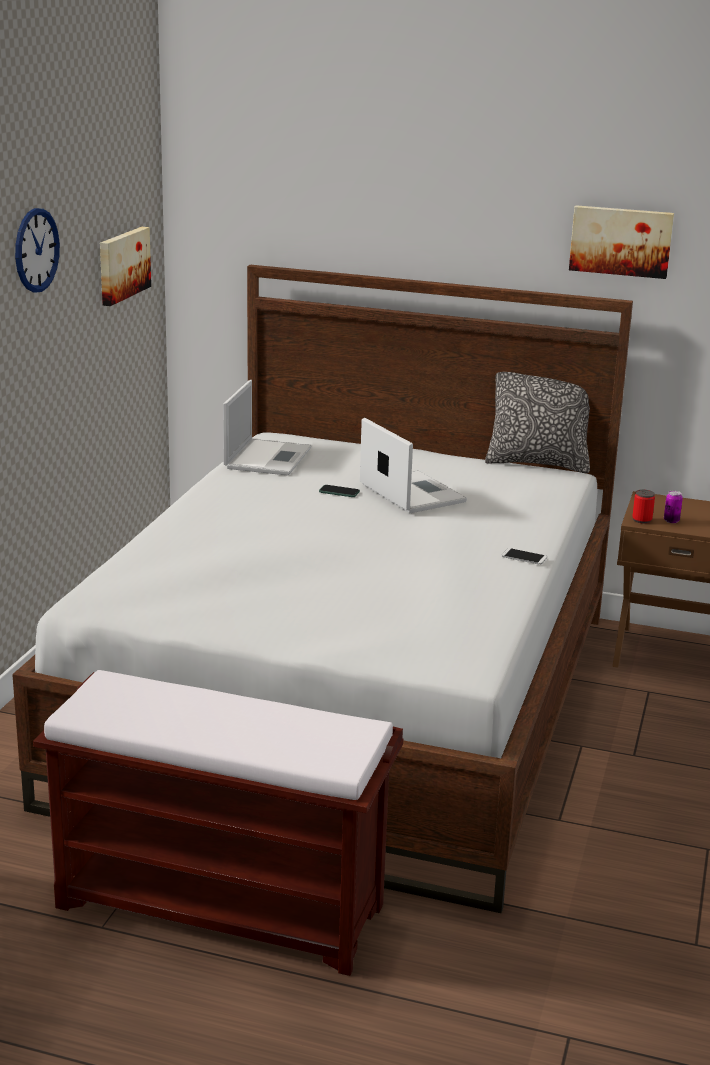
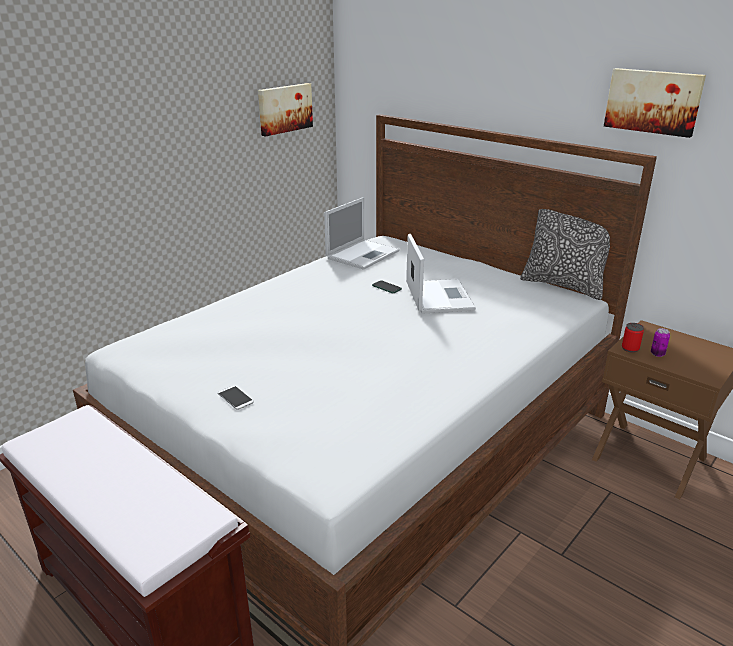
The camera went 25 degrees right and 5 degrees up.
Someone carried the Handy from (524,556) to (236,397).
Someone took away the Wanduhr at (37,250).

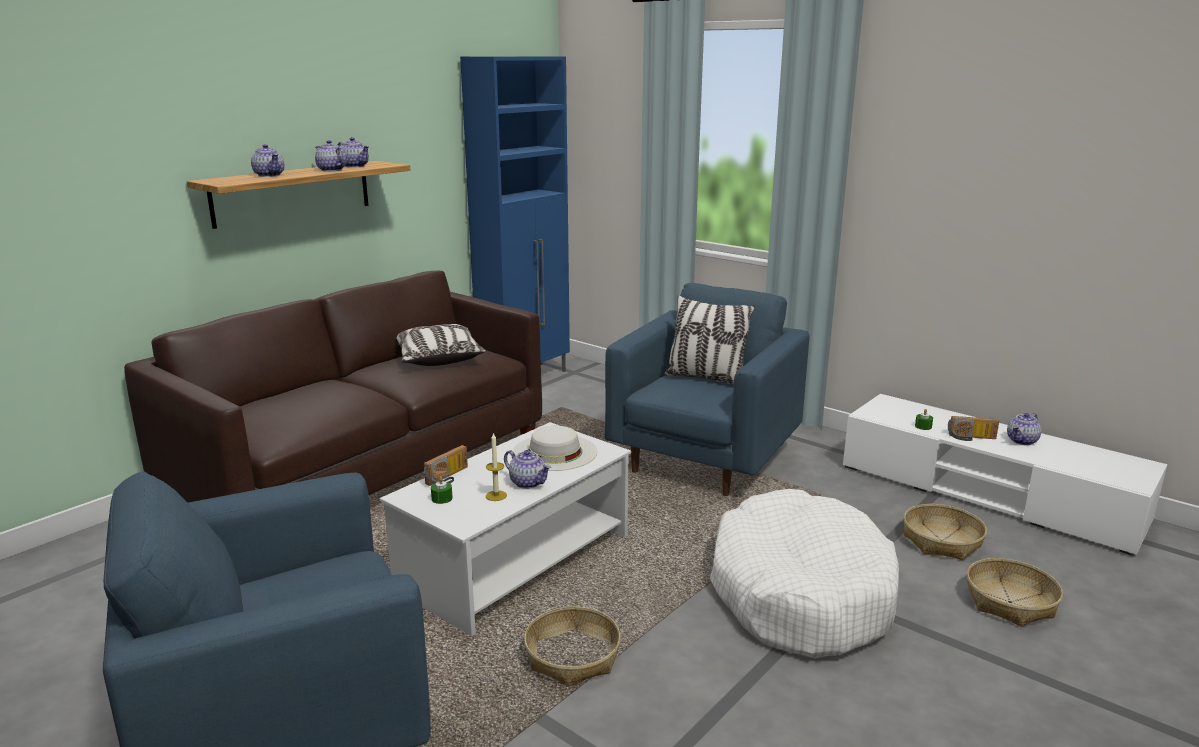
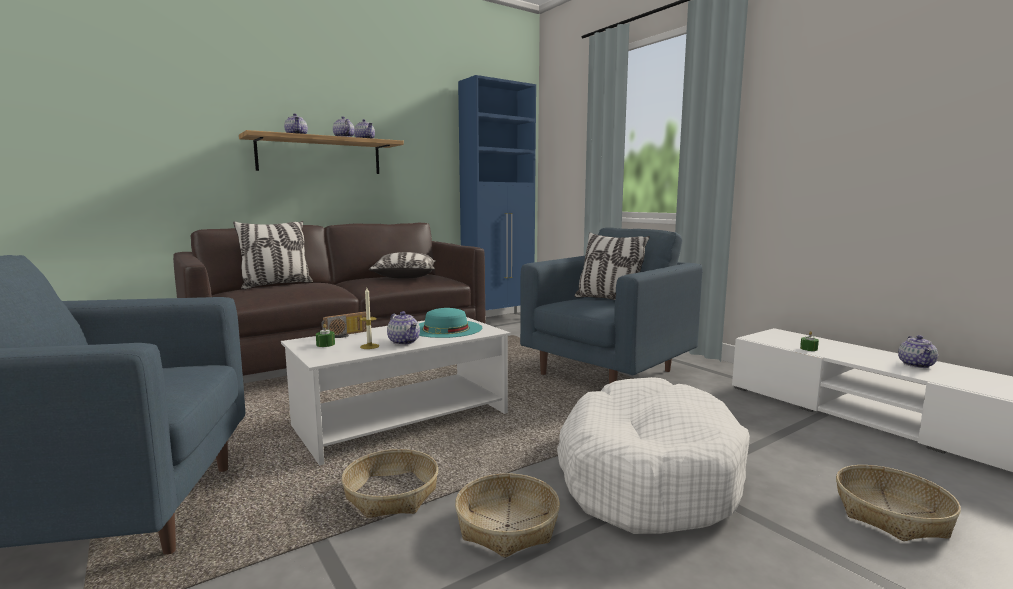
The camera went 15 degrees right and 10 degrees down.
Someone put down the Kissen at (273,255).
Someone repainted the Hut [weiß] at (555,448), which became the Hut [türkis] at (450,323).
Someone carried the Korb from (945,532) to (507,515).
Someone rotated the Teekanne at (1024,429) by 45 degrees counterclockwise.
Someone took away the Radio at (973,428).

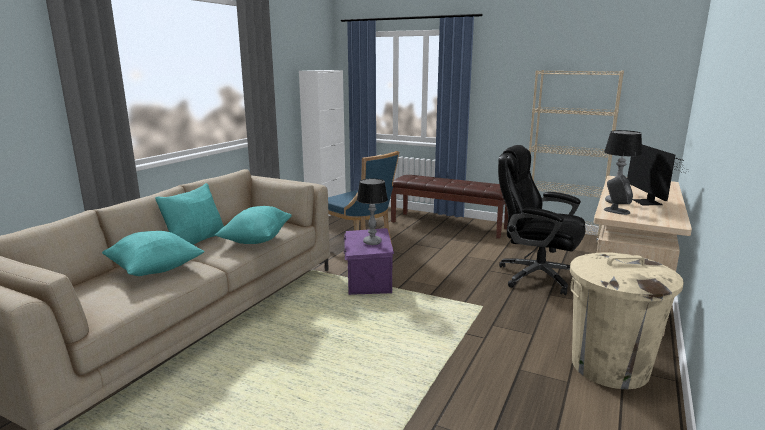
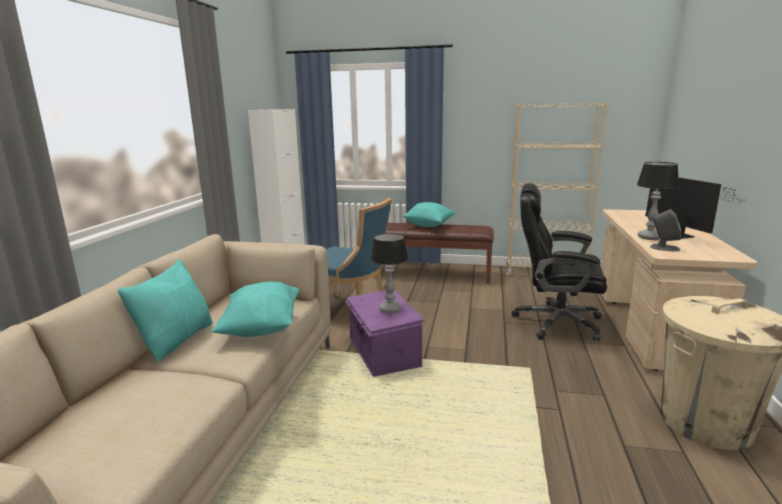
The camera went 15 degrees left and 0 degrees up.
Someone carried the Kissen [türkis] from (153,253) to (429,214).

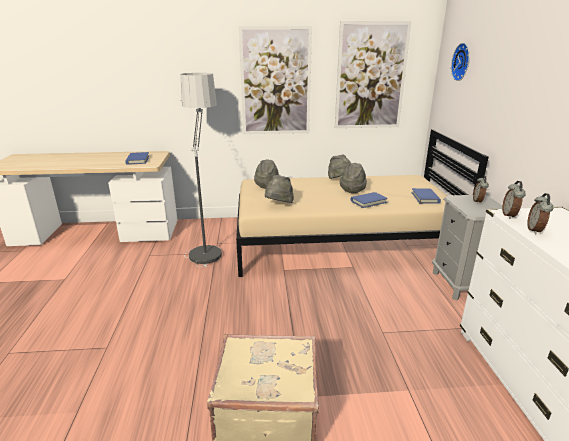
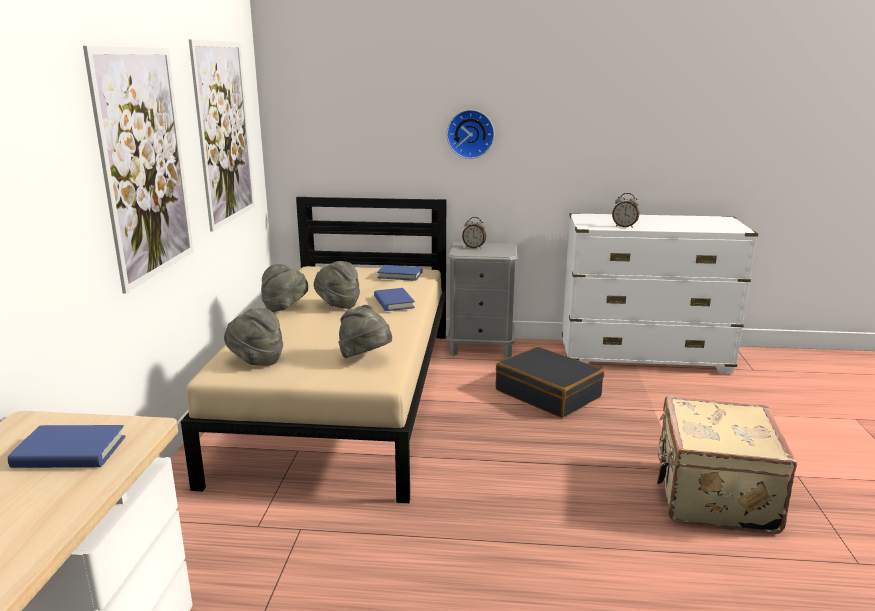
The camera went 80 degrees left and 5 degrees down.
Someone carried the Wanduhr from (460,62) to (470,134).
Someone put down the Koffer [schwarz] at (550,382).
Someone took away the Stehlampe at (201,170).
Someone took away the Wecker at (514,200).

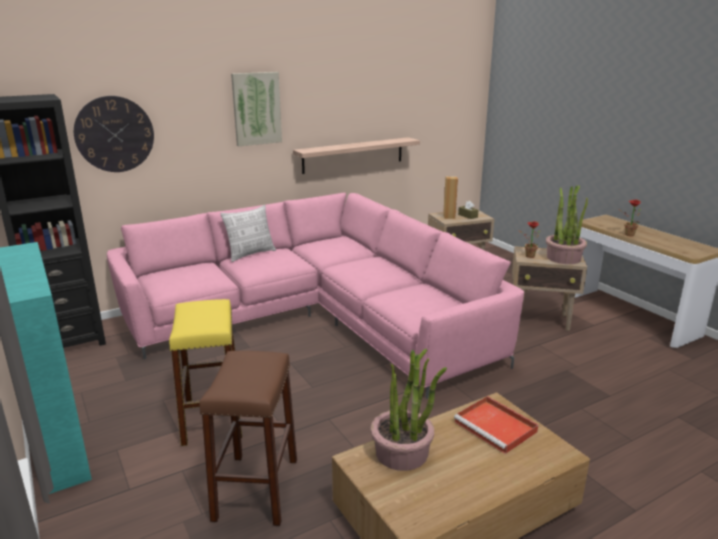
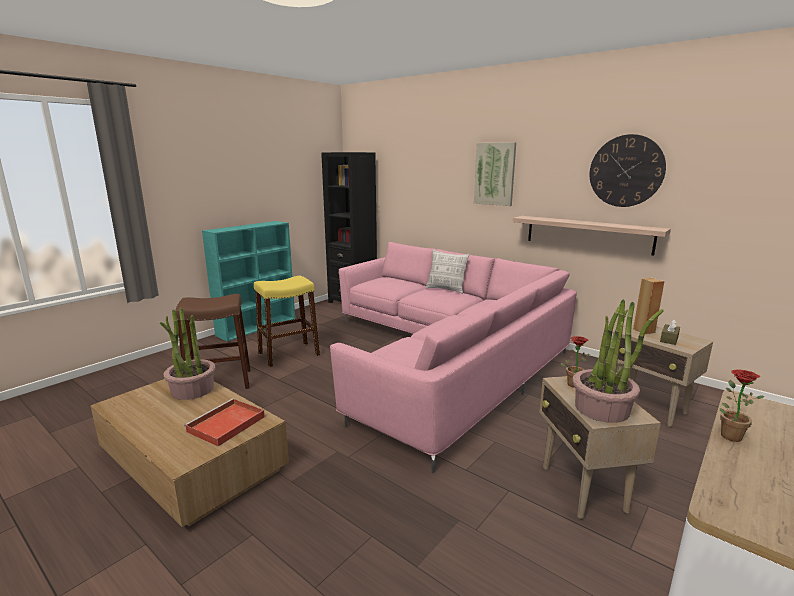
The camera went 70 degrees right and 5 degrees down.
Someone carried the Wanduhr from (114,134) to (628,170).

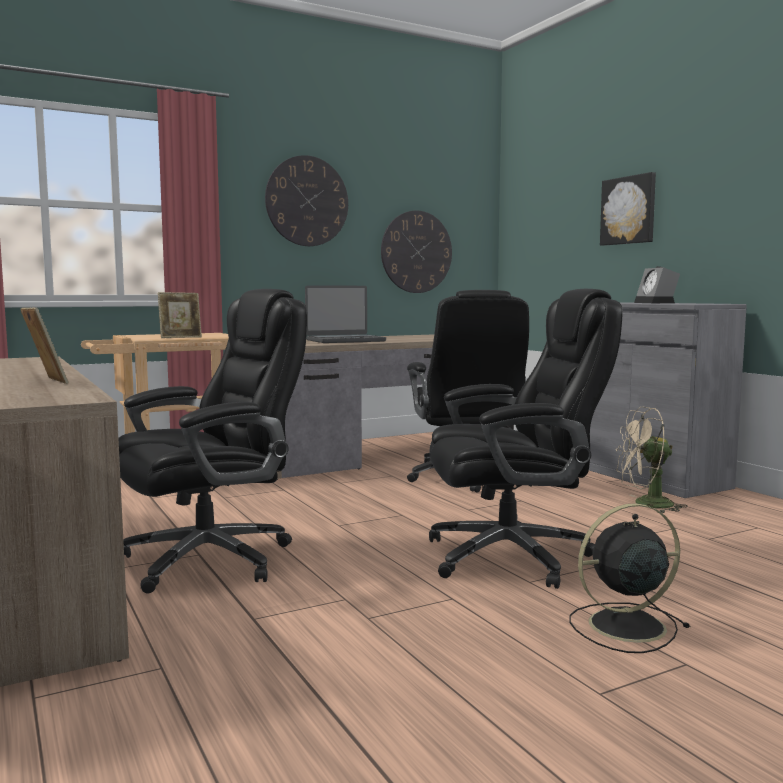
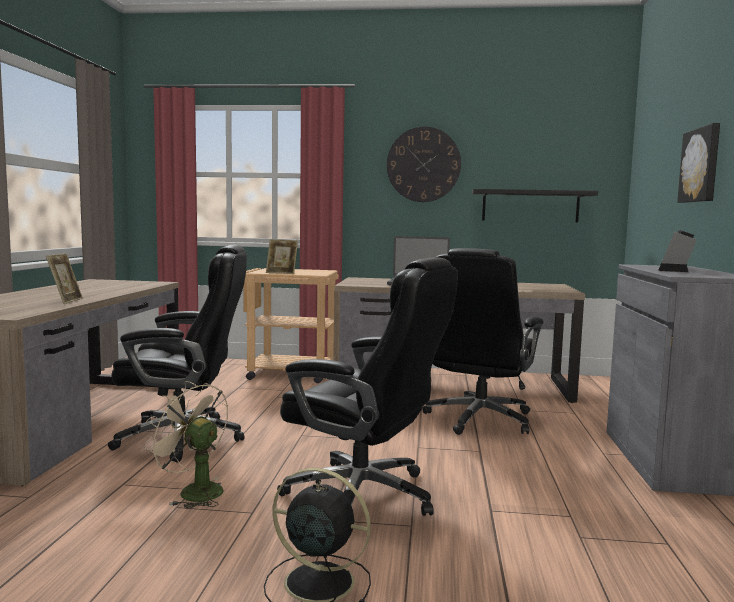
The camera went 35 degrees right and 0 degrees up.
Someone carried the Ventilator [beige] from (651,460) to (186,445).
Someone swapped the Wanduhr at (416,251) for the Wandregal [schwarz] at (535,206).

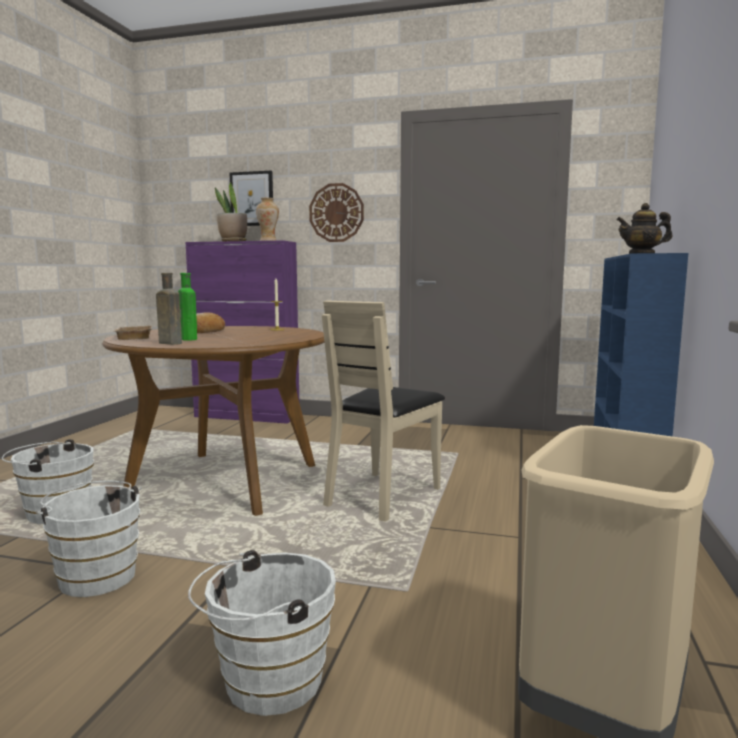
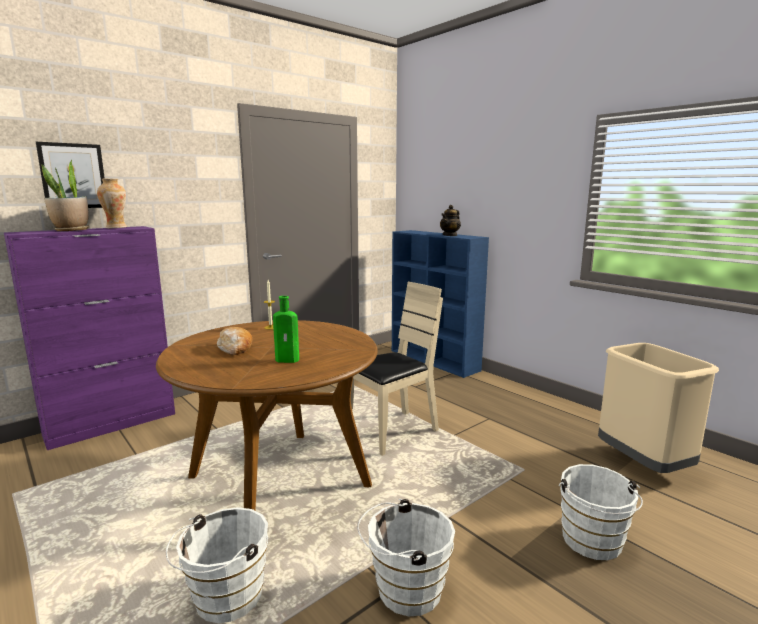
The camera went 55 degrees left and 5 degrees up.
Someone rotated the Stuhl [beige] at (383,411) by 105 degrees counterclockwise.
Someone took away the Tablett [beige] at (132,332).
Someone took away the Flasche [braun] at (169,309).
Someone took away the Wanduhr at (336,212).

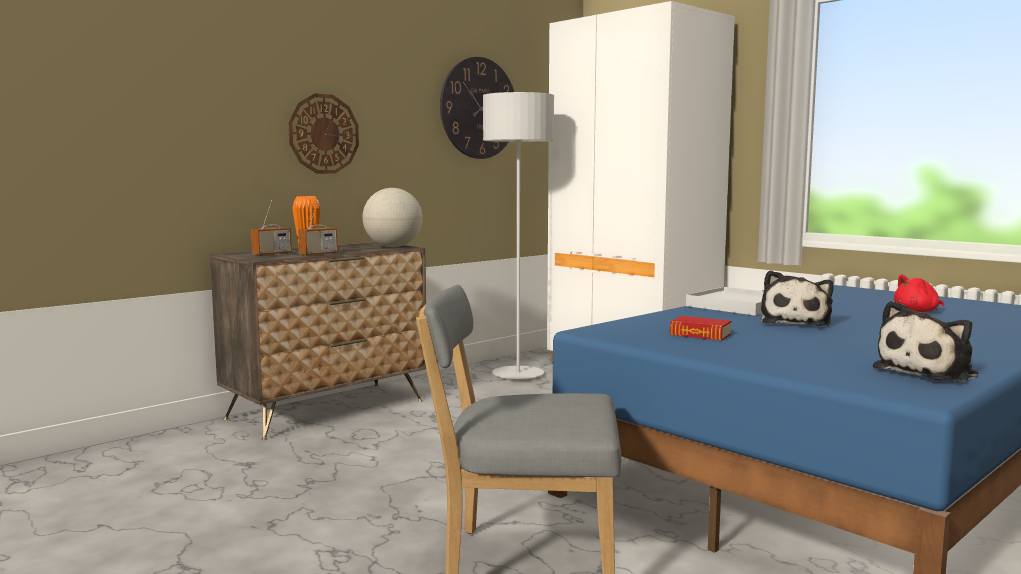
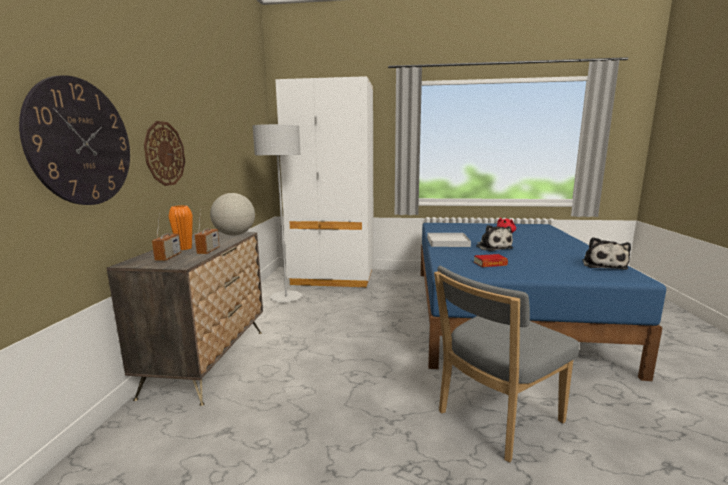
The camera went 40 degrees left and 5 degrees up.
Someone carried the Wanduhr from (477,108) to (74,140).

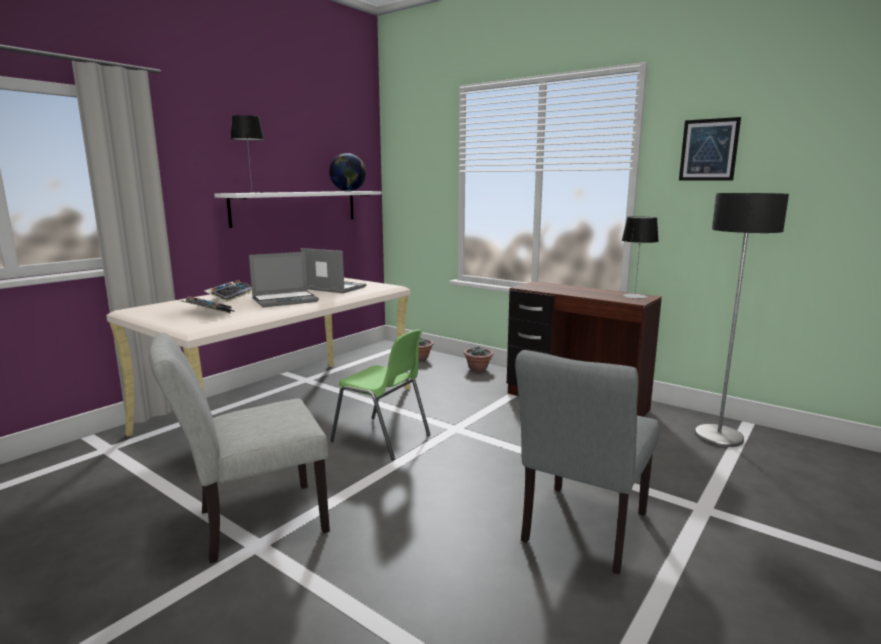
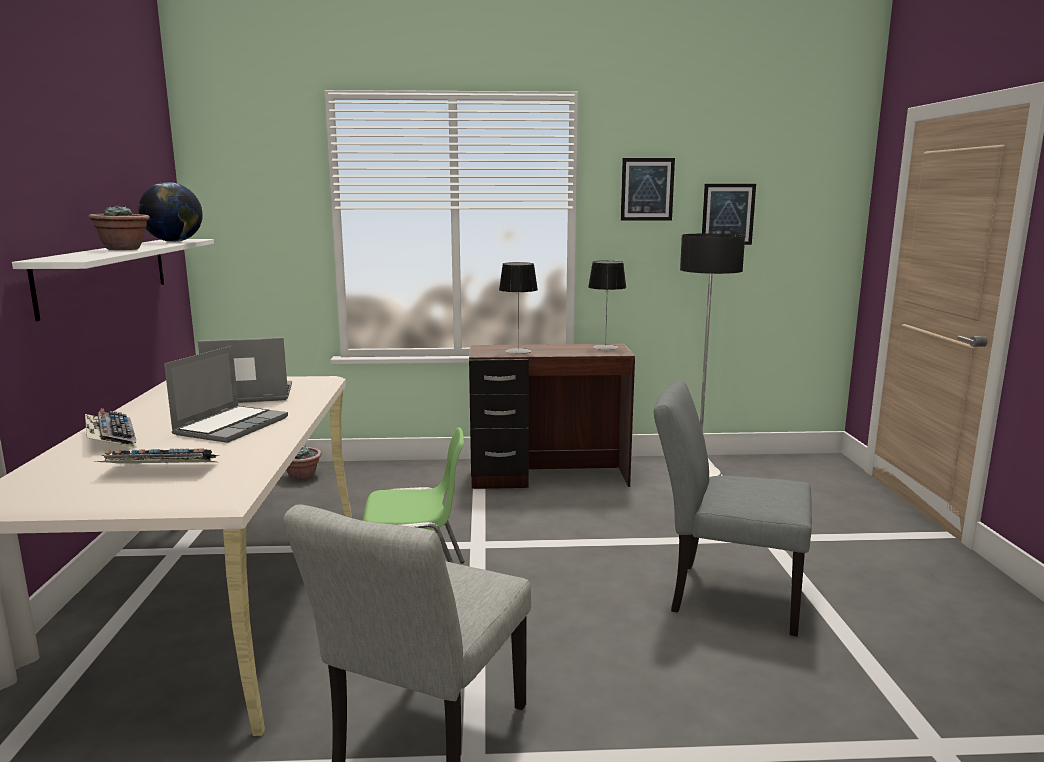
The camera went 40 degrees left and 0 degrees up.
Someone carried the Topfpflanze from (478,359) to (119,227).
Someone carried the Tischlampe from (247,154) to (518,308).
Someone rotated the Stuhl [grau] at (587,462) by 120 degrees clockwise.
Someone put up the Bild at (729,214).

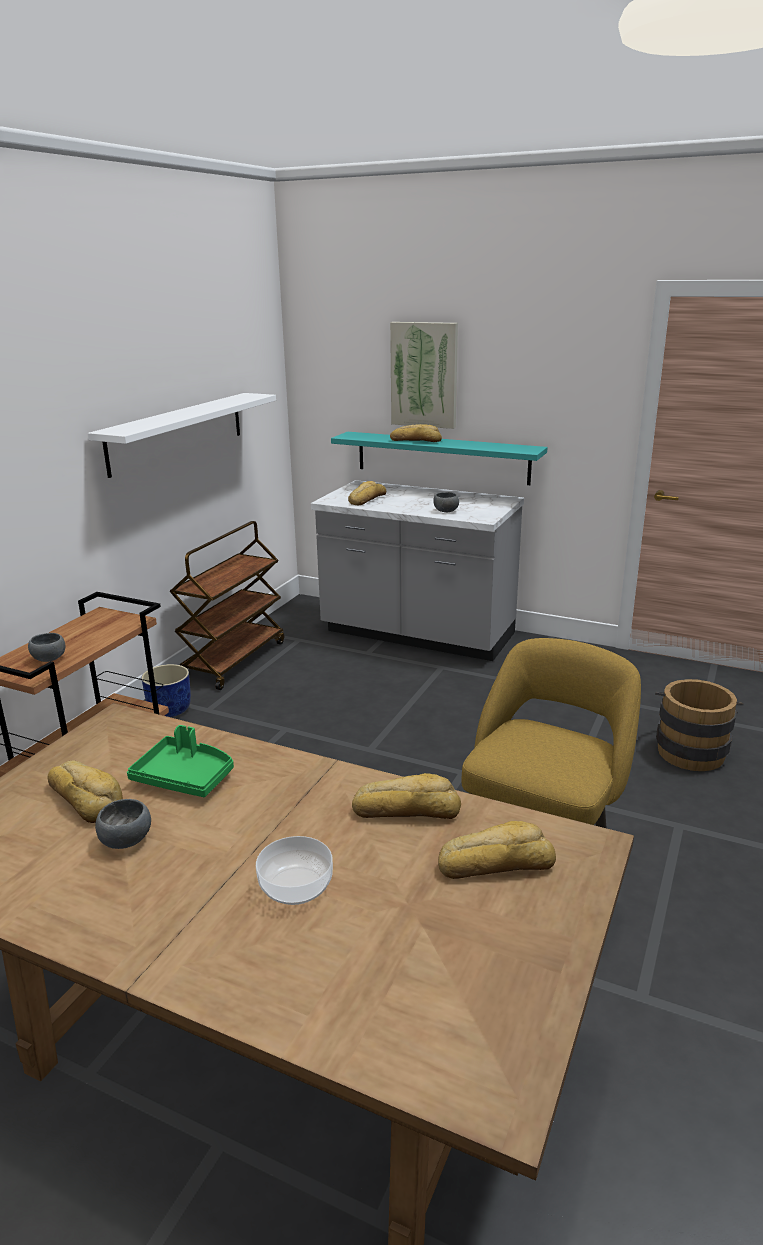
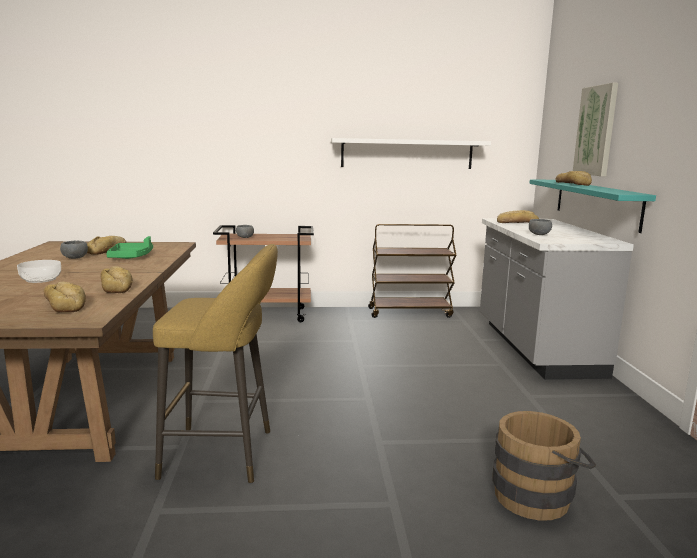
The camera went 60 degrees right and 10 degrees down.
Someone took away the Pflanzkübel [blau] at (166,690).

